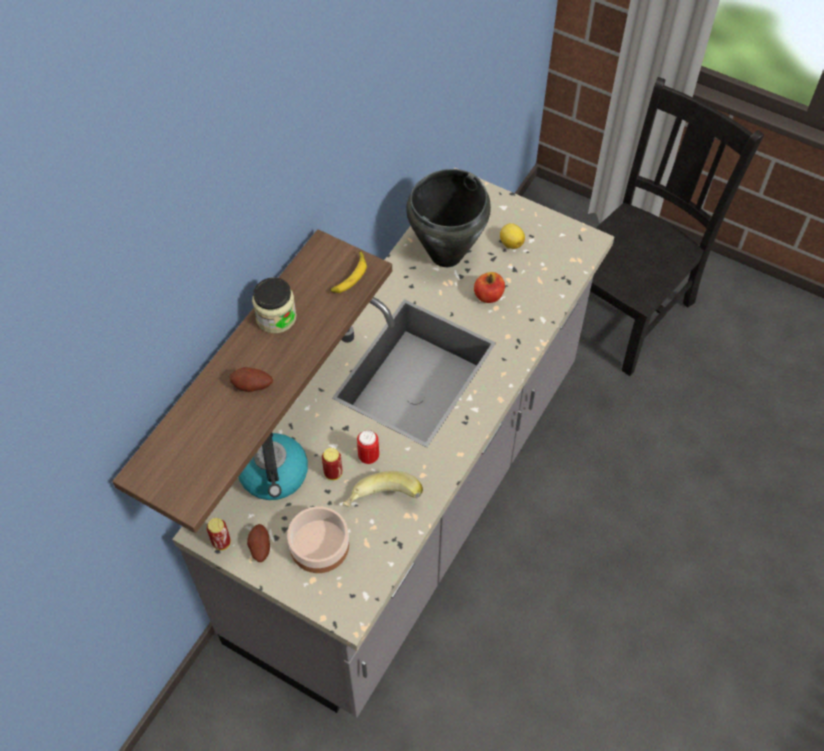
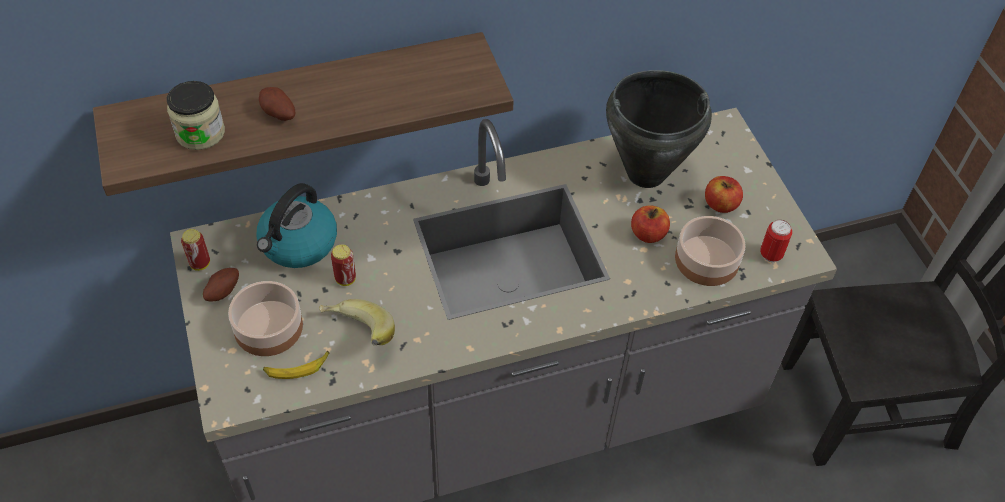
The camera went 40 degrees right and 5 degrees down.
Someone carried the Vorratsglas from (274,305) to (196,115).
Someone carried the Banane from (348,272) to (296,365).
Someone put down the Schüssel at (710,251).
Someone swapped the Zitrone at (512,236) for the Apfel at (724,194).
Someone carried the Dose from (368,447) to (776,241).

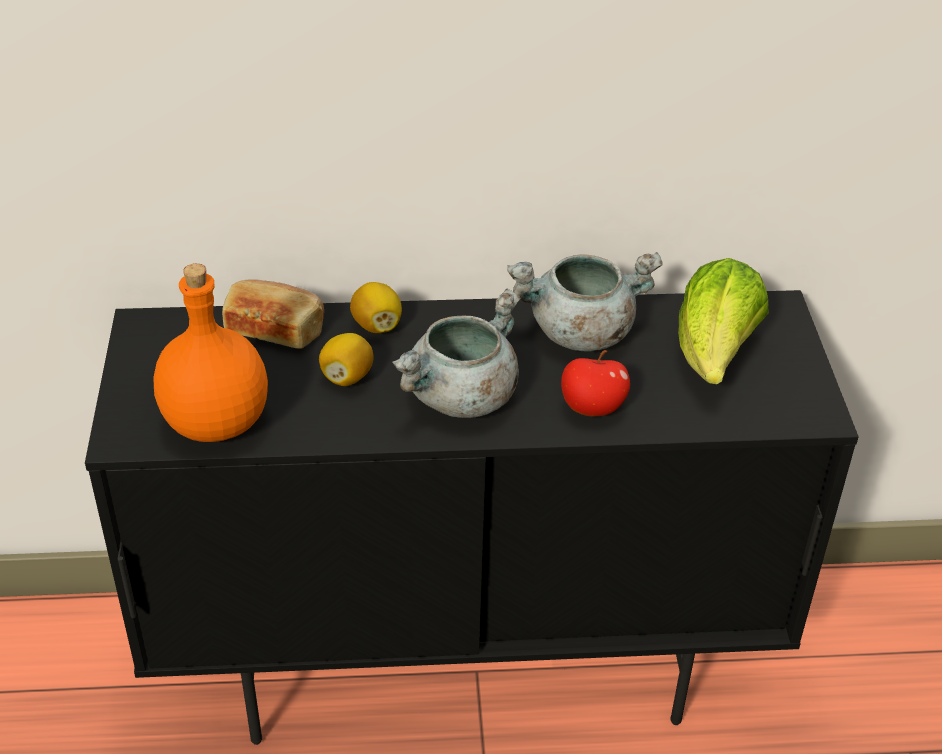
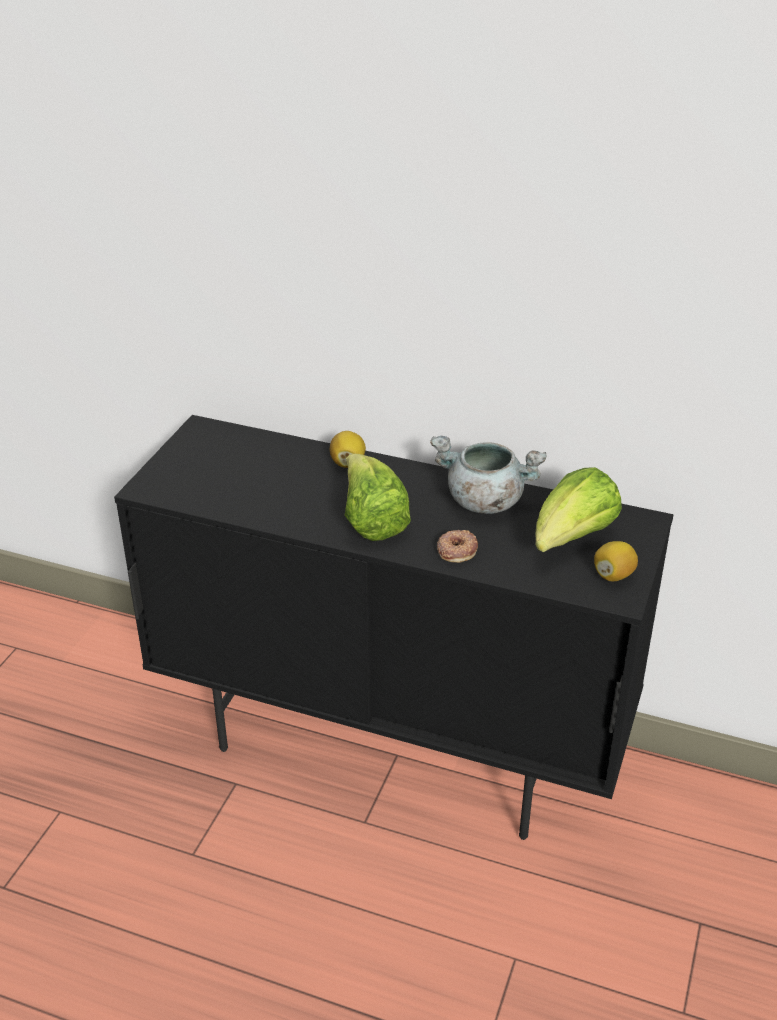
The camera went 25 degrees right and 5 degrees down.
Someone swapped the Kochtopf [grau] at (456,353) for the Salatkopf at (378,497).
Someone swapped the Apfel at (595,383) for the Donut at (457,546).
Someone carried the Zitrone from (346,359) to (616,561).
Someone took away the Flasche [orange] at (210,352).
Someone took away the Brot at (273,314).

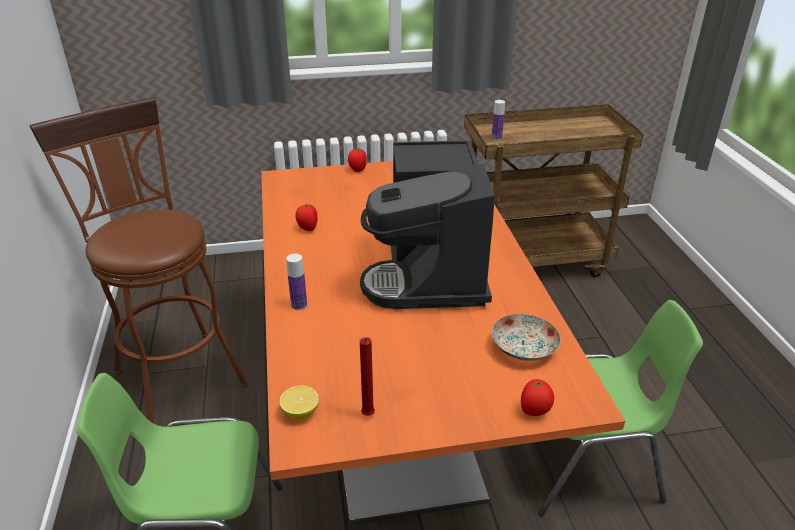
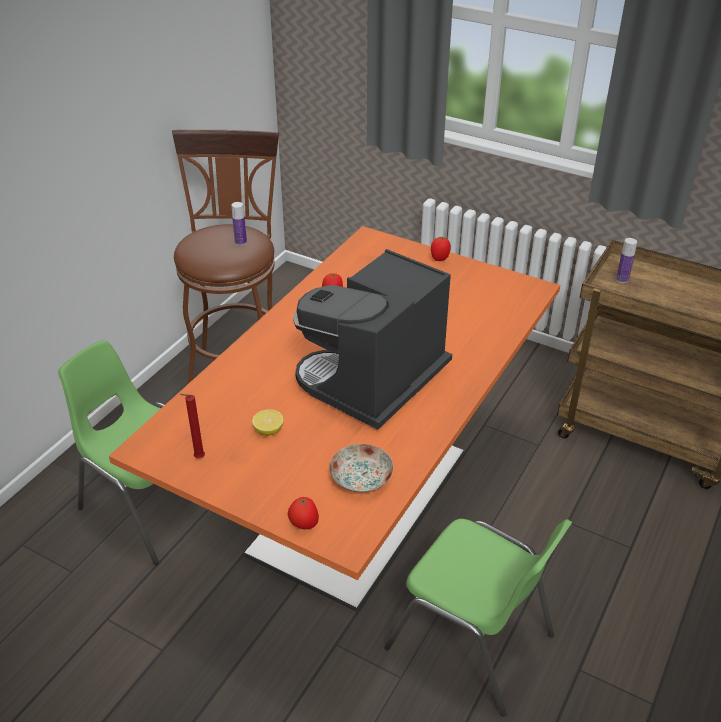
The camera went 40 degrees right and 5 degrees up.
Someone carried the Flasche from (296,282) to (239,224).
Someone carried the Zitrone from (299,402) to (268,423).

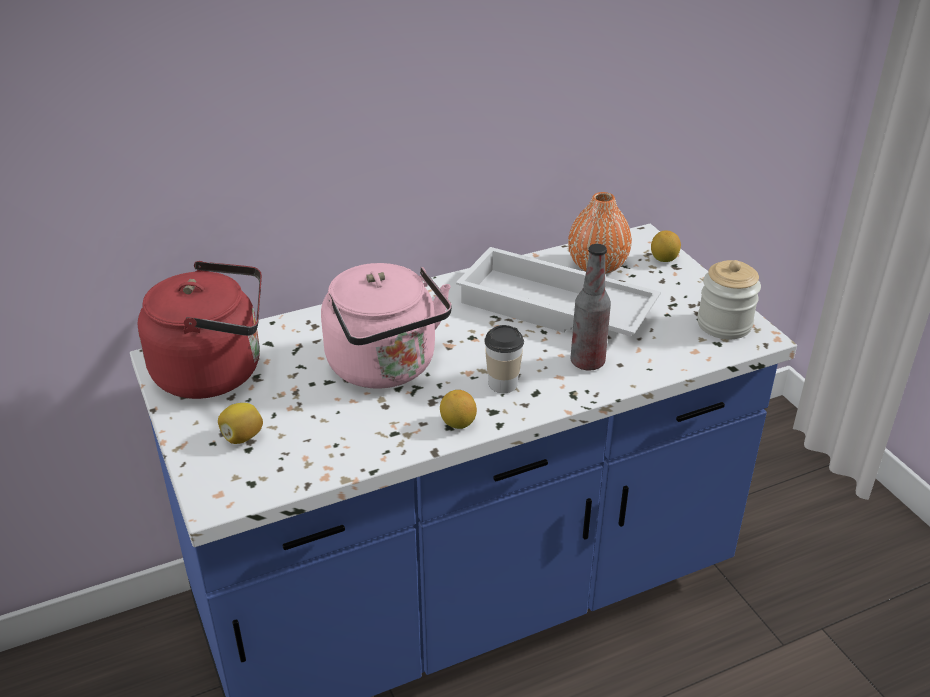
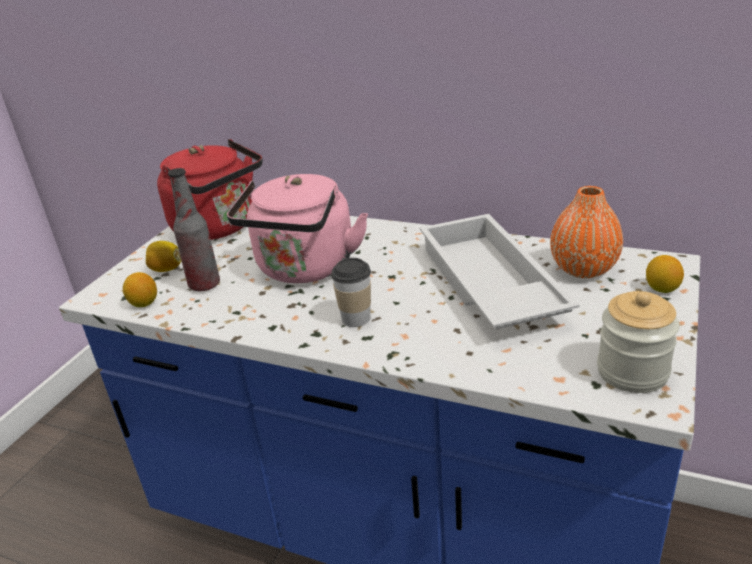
The camera went 50 degrees right and 5 degrees down.
Someone carried the Zitrone from (458,409) to (140,289).
Someone carried the Flasche from (591,307) to (194,229).

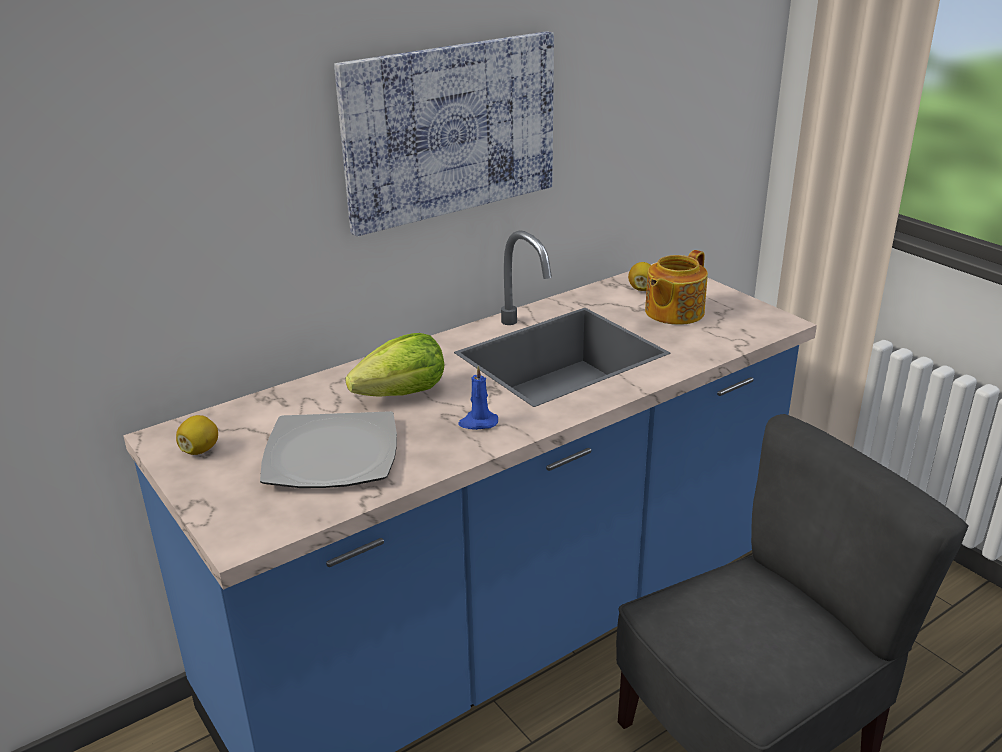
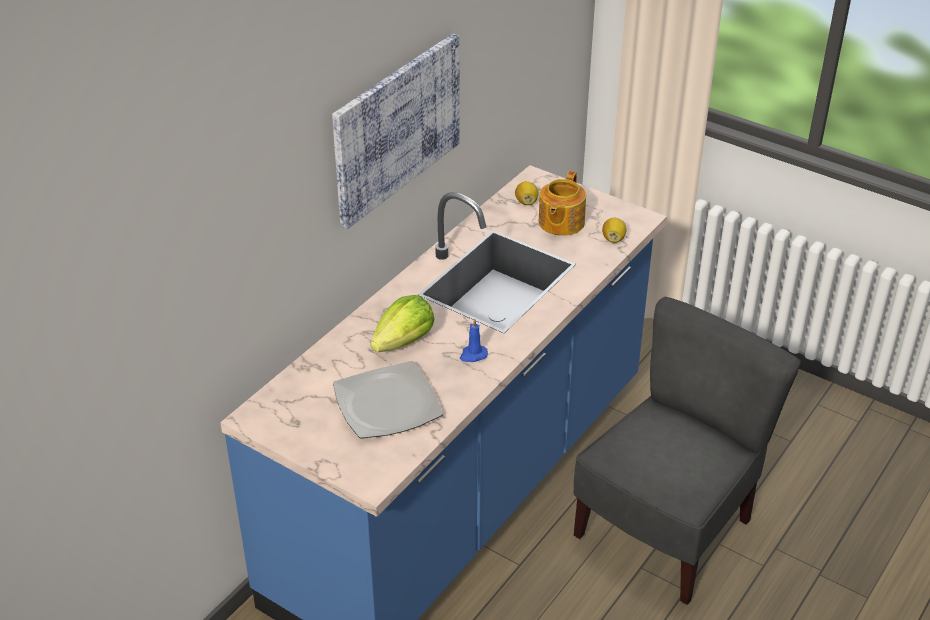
The camera went 20 degrees left and 10 degrees up.
Someone carried the Zitrone from (197,435) to (614,230).

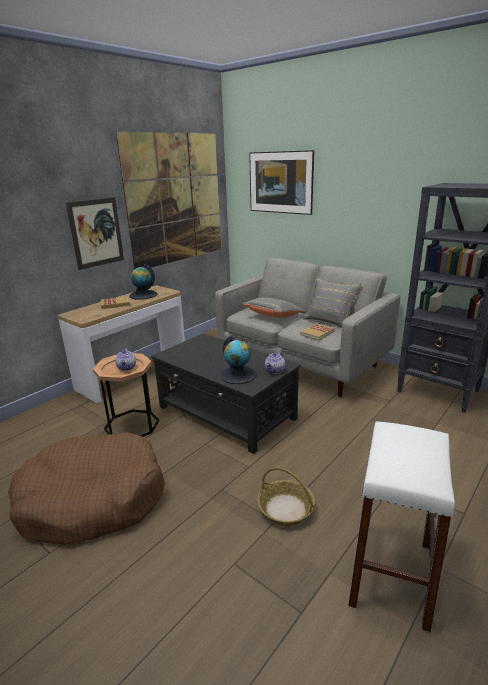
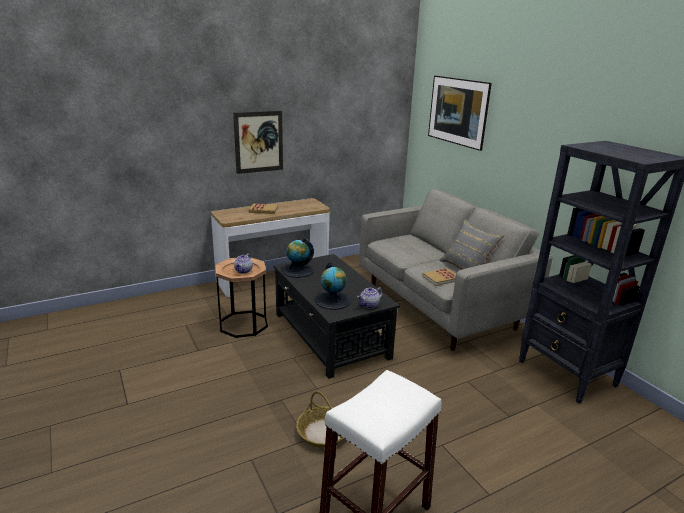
The camera went 20 degrees right and 0 degrees up.
Someone carried the Globus from (143,282) to (298,258).
Someone took away the Hundebett [braun] at (86,488).
Someone took away the Bild at (168,200).
Someone took away the Kissen [grau] at (273,307).

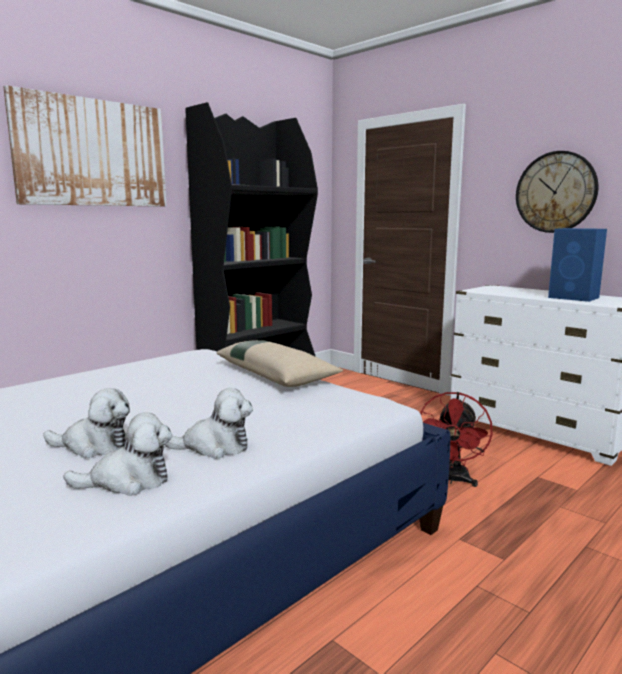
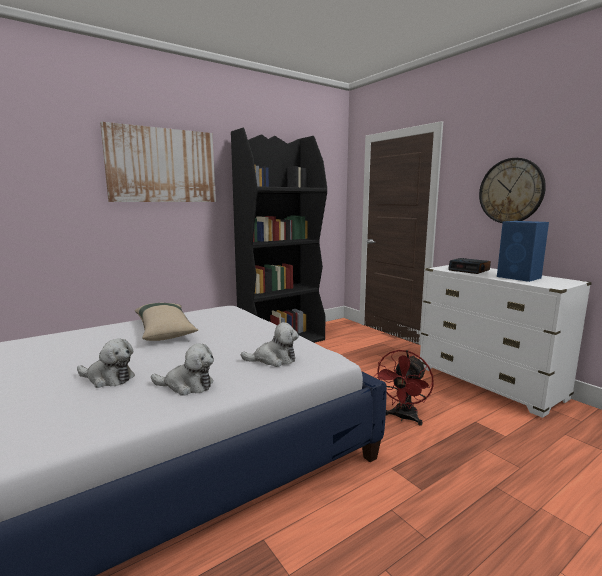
The camera went 10 degrees right and 0 degrees up.
Someone carried the Kissen [beige] from (280,363) to (166,322).
Someone carried the Plüschtier from (117,454) to (270,344).
Someone put down the Wecker at (469,266).

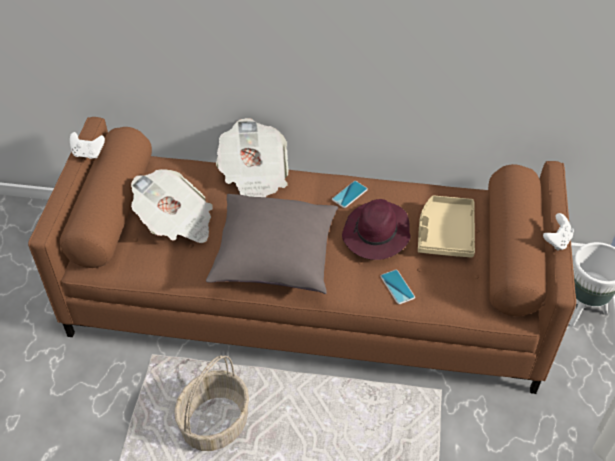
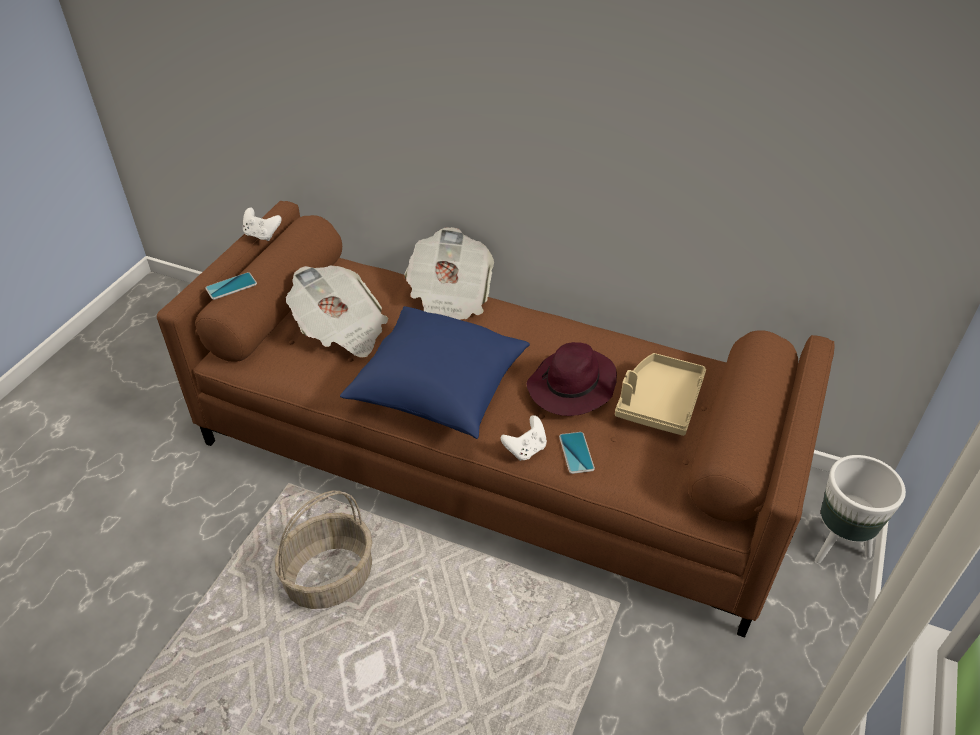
The camera went 15 degrees right and 5 degrees down.
Someone carried the Handy from (350,194) to (231,286).
Someone repainted the Kissen [grau] at (272,244), which became the Kissen [blau] at (435,372).
Someone carried the Gamepad [weiß] from (558,231) to (524,438).

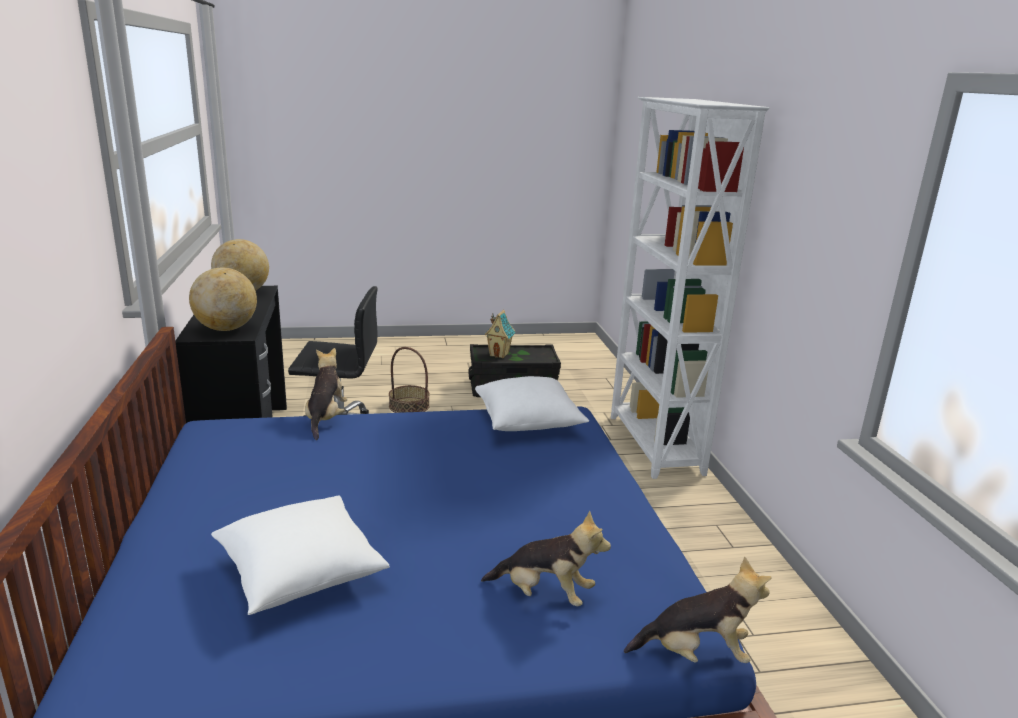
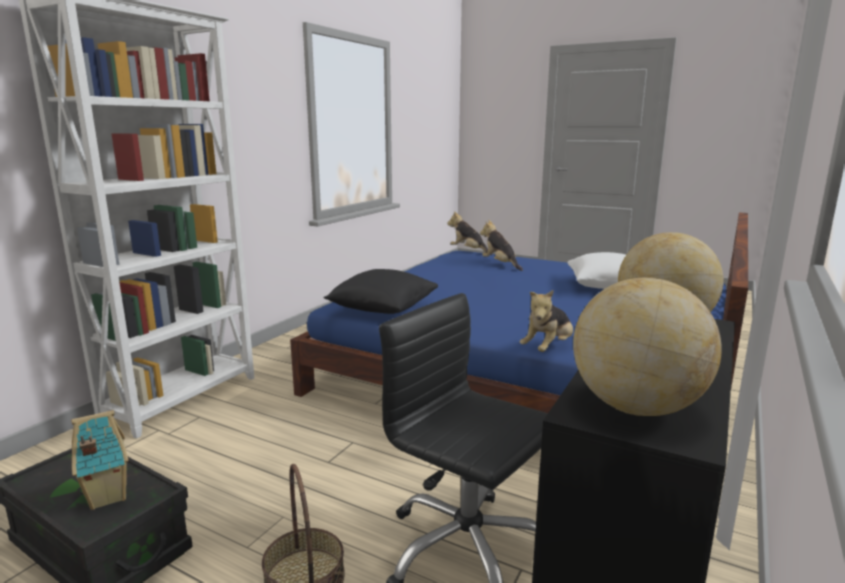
The camera went 140 degrees left and 5 degrees down.
Someone repainted the Kissen [weiß] at (532,403), which became the Kissen [schwarz] at (381,291).

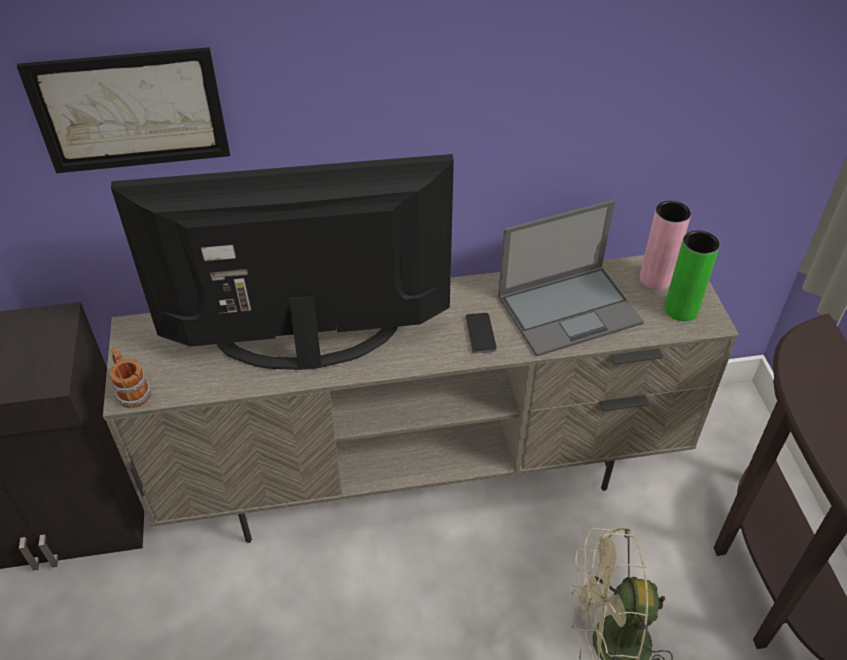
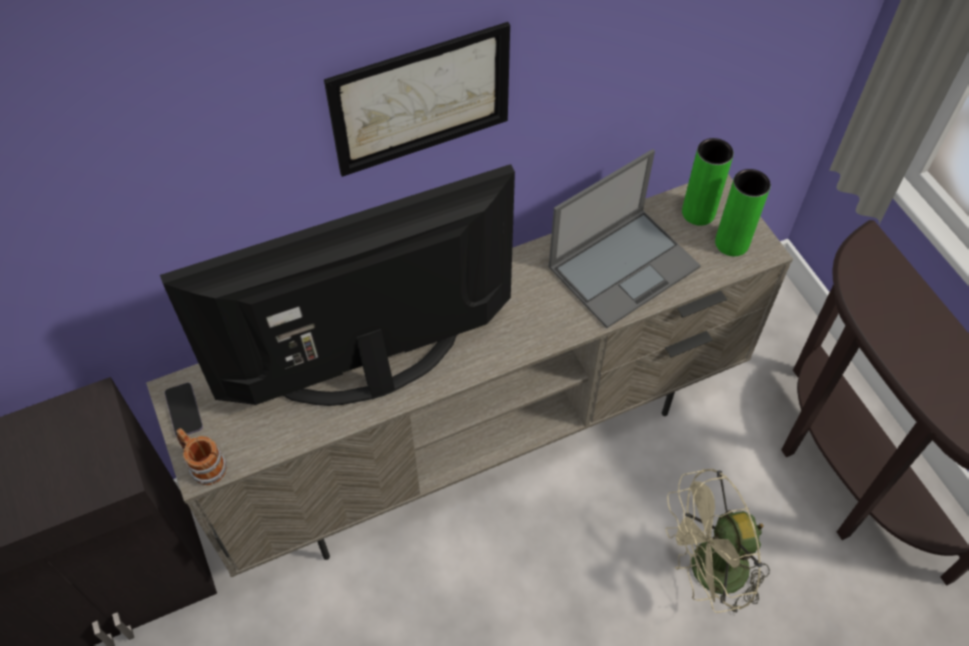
The camera went 15 degrees left and 10 degrees up.
Someone carried the Handy from (481,333) to (183,410).
Someone carried the Bild from (123,110) to (417,99).
Someone repainted the Vase [rosa] at (665,245), which became the Vase [grün] at (708,182).

